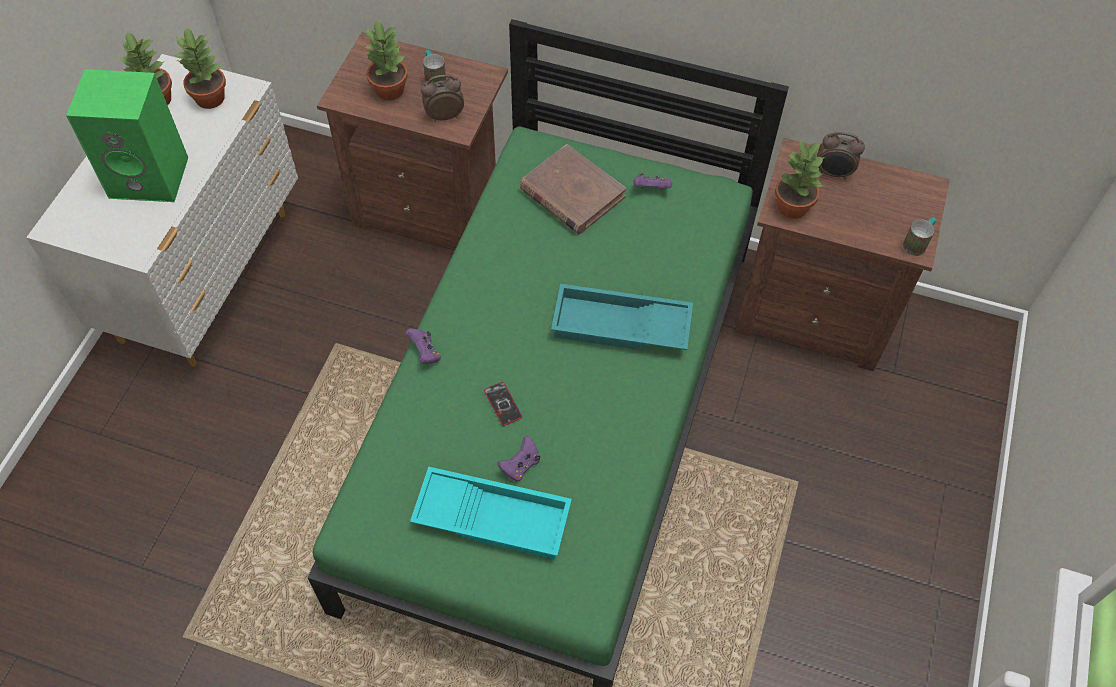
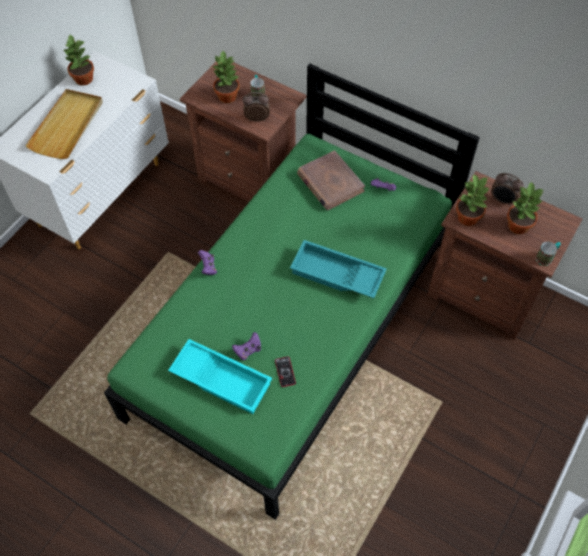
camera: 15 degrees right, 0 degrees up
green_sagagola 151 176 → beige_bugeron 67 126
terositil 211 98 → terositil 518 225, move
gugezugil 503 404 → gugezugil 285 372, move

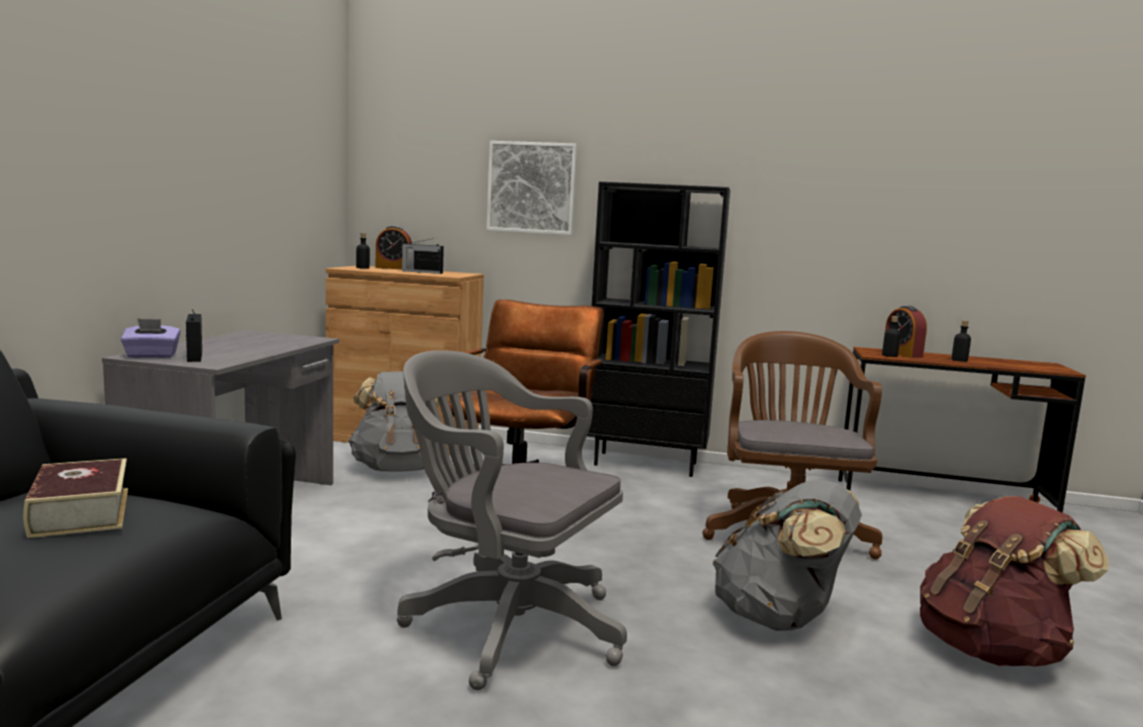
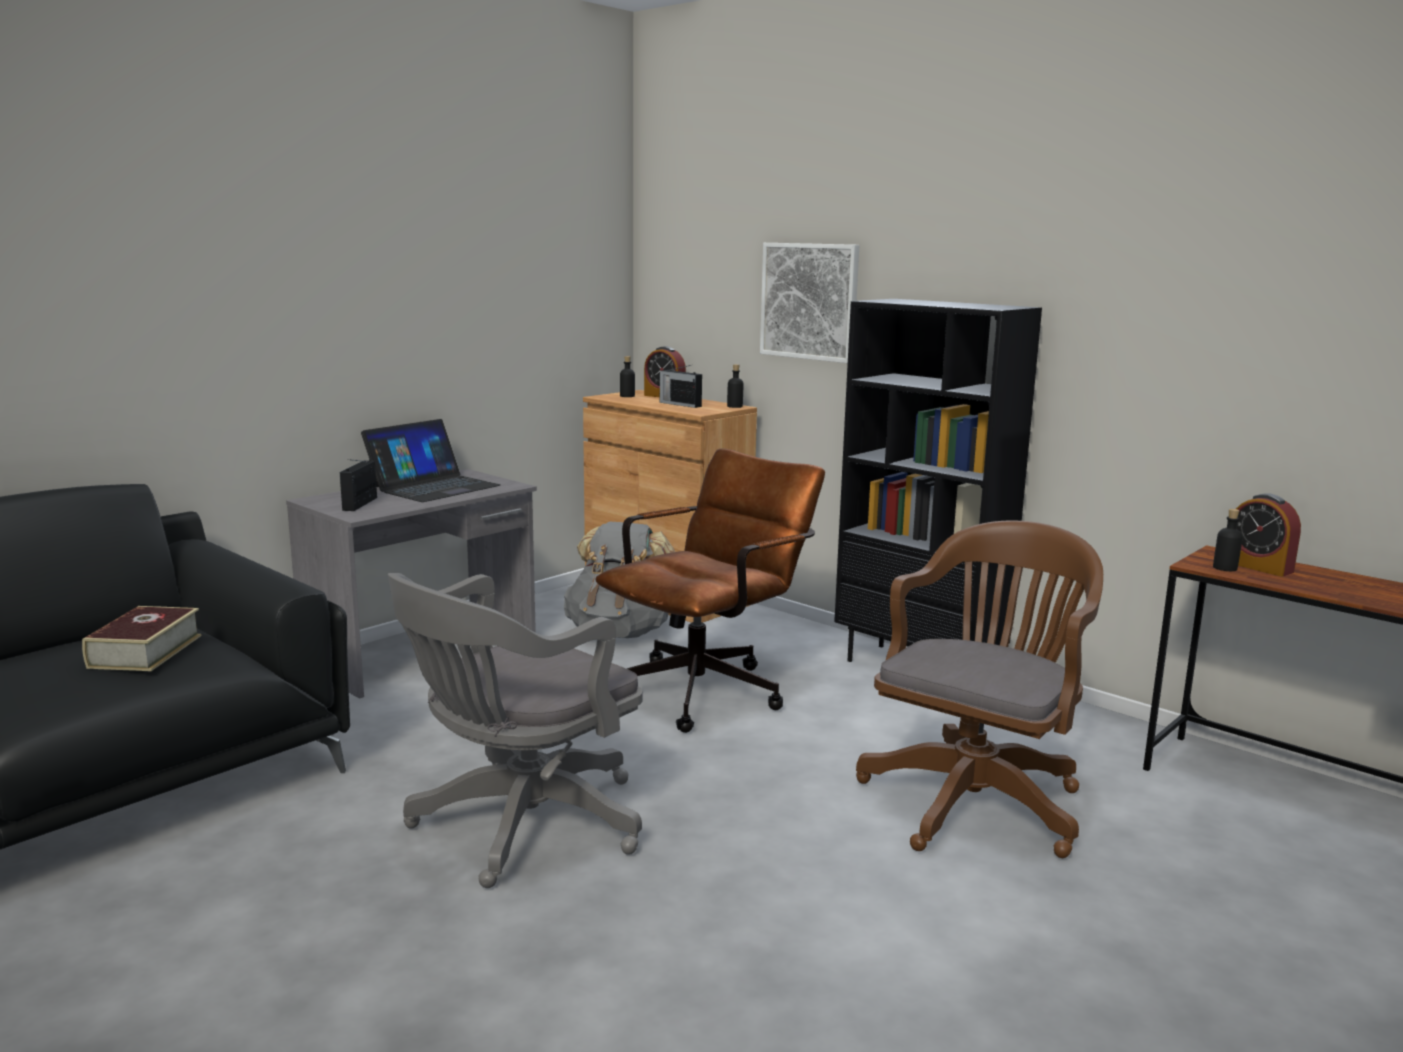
camera: 30 degrees right, 5 degrees up
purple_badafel 151 356 → -
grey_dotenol 505 624 → grey_dotenol 520 826, 105 degrees counterclockwise
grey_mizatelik 780 618 → -
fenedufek 902 354 → fenedufek 1258 567, 45 degrees counterclockwise
brown_mizatelik 991 650 → -
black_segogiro 959 360 → black_segogiro 735 406, move
- → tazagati 433 486

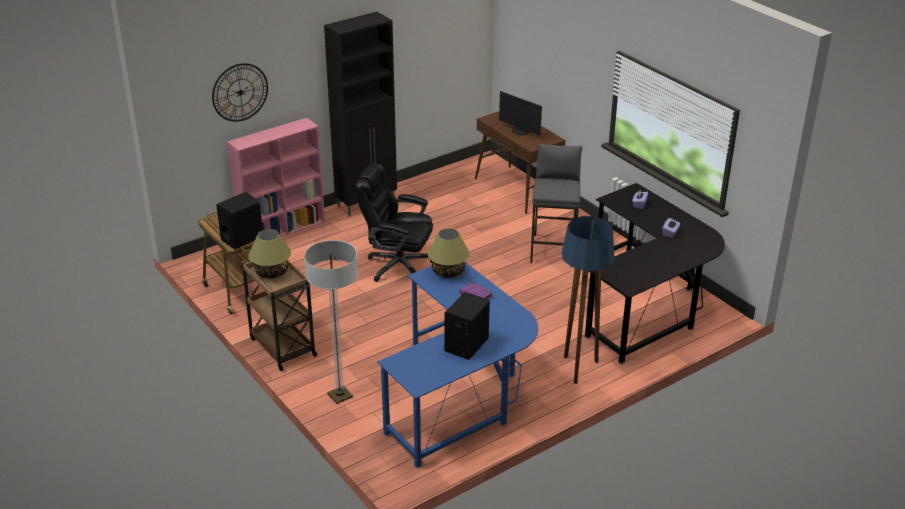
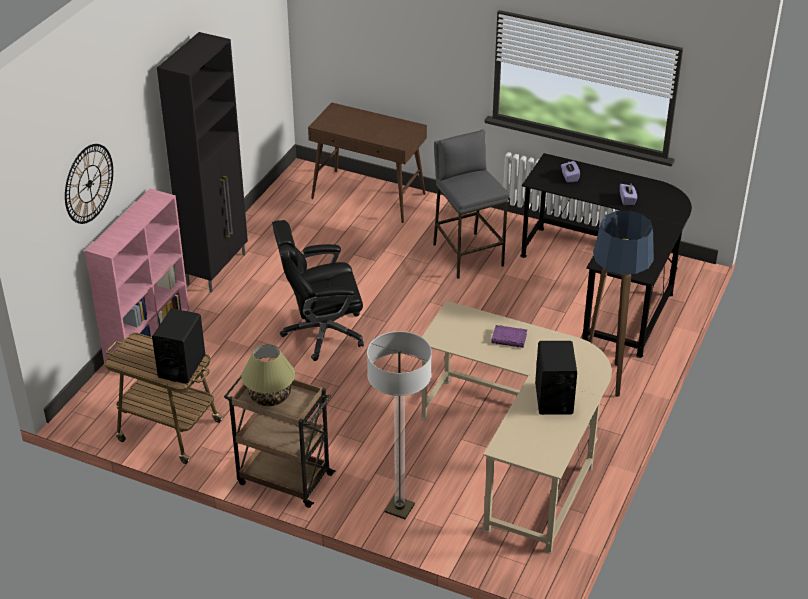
camera: 30 degrees left, 5 degrees up
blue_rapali 462 393 → beige_rapali 521 453
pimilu 448 272 → -
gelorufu 520 131 → -

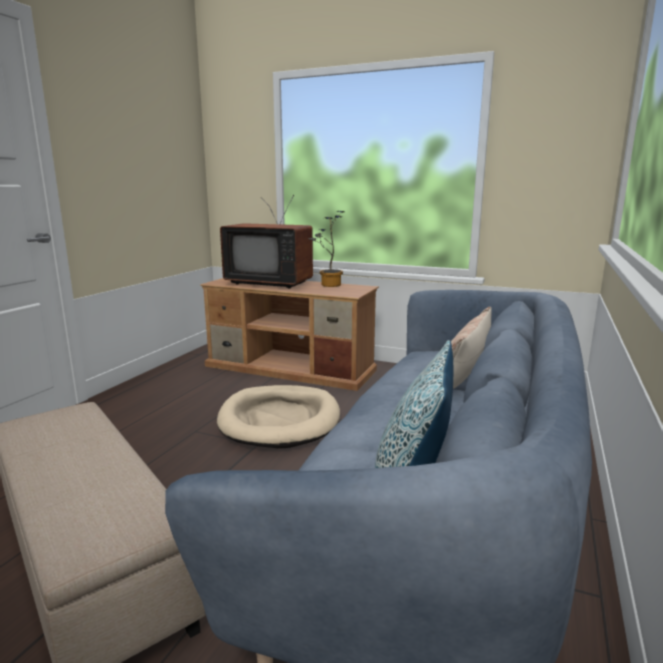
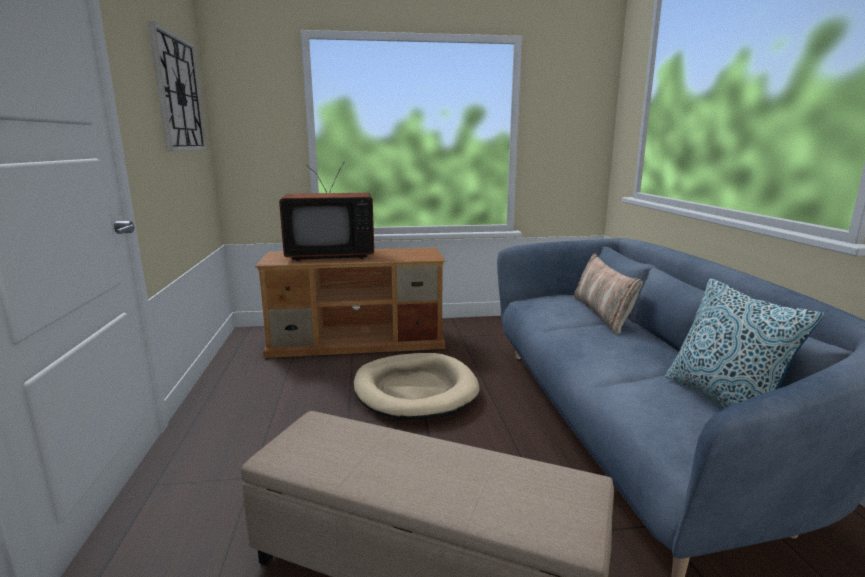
camera: 30 degrees left, 0 degrees up
terositil 328 285 → -
- → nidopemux 178 94

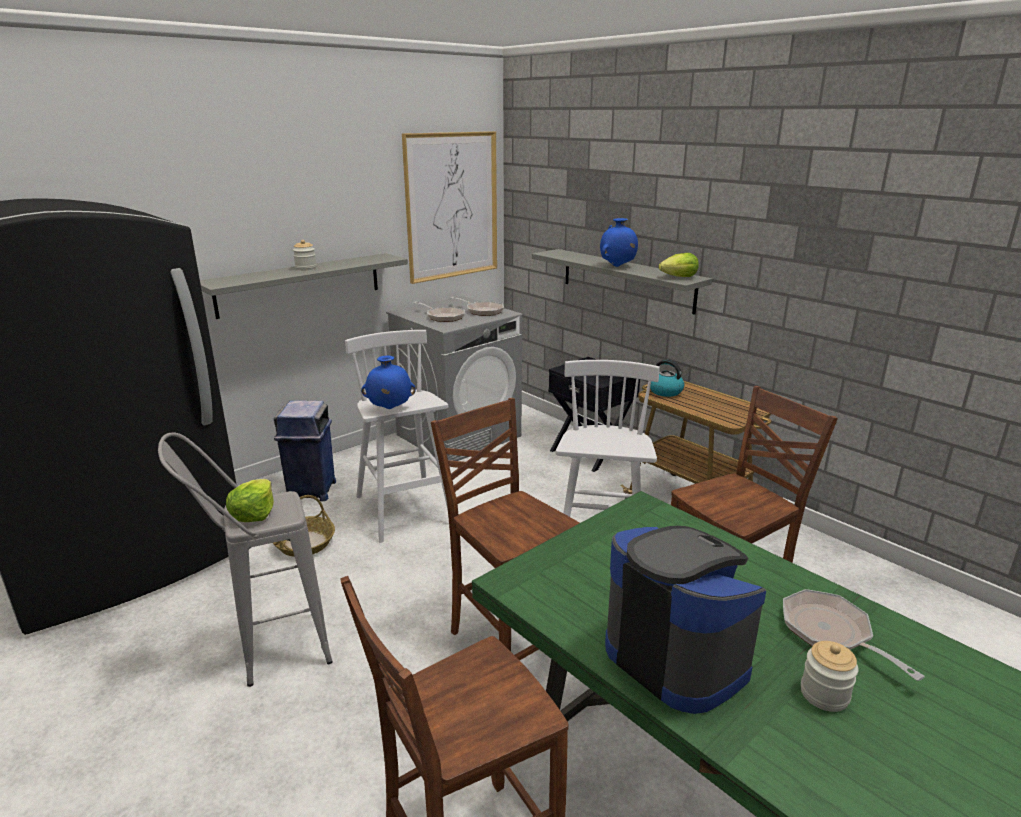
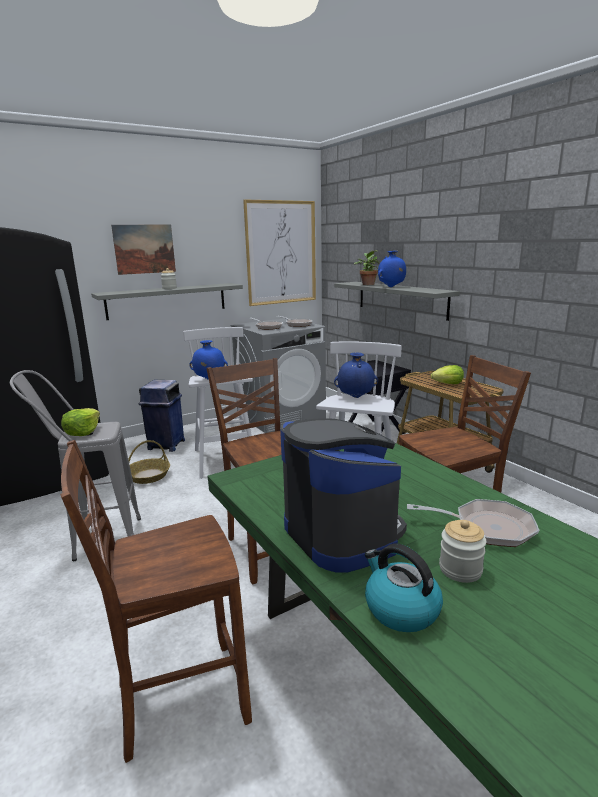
camera: 10 degrees right, 5 degrees down
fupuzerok 664 391 → fupuzerok 400 609, move
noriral 679 277 → noriral 448 384, move
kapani 831 633 → kapani 486 527, 120 degrees clockwise
- → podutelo 144 249
- → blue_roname 356 397
- → terositil 367 284

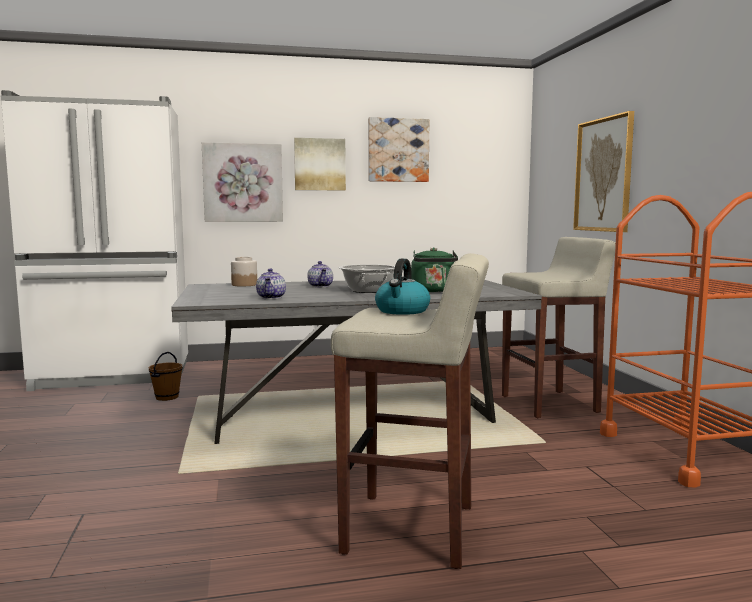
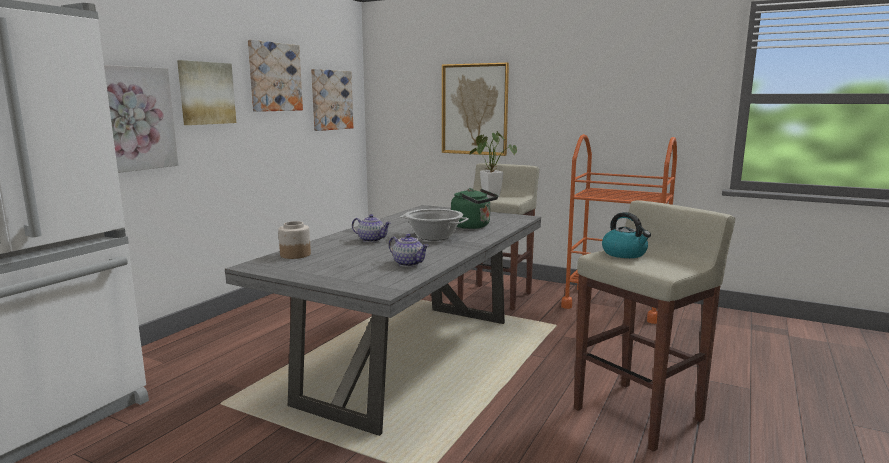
camera: 50 degrees left, 5 degrees up
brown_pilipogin 166 397 → -
- → podutelo 331 100
- → terositil 489 196

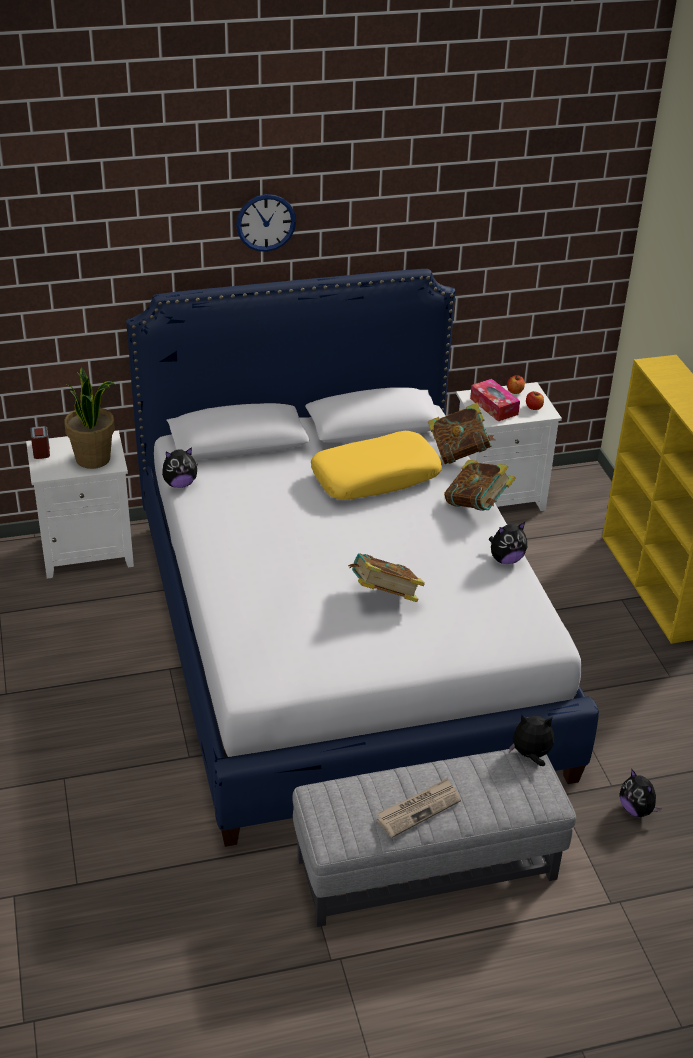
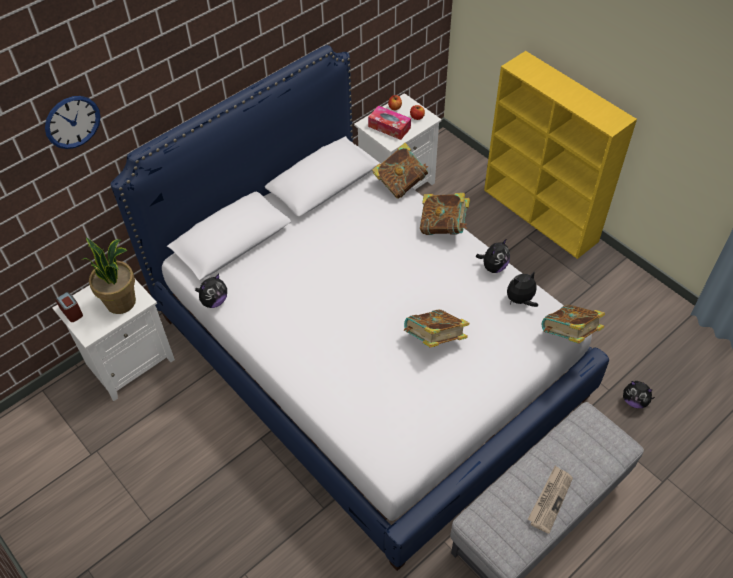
camera: 25 degrees left, 15 degrees up
nidopemux 266 222 → nidopemux 72 122, move
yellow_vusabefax 375 477 → -
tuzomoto 531 755 → tuzomoto 520 300, move
- → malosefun 569 335

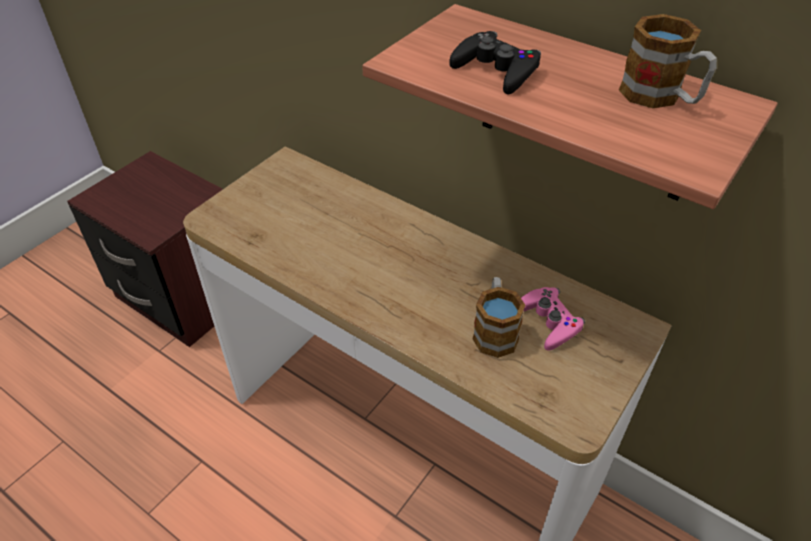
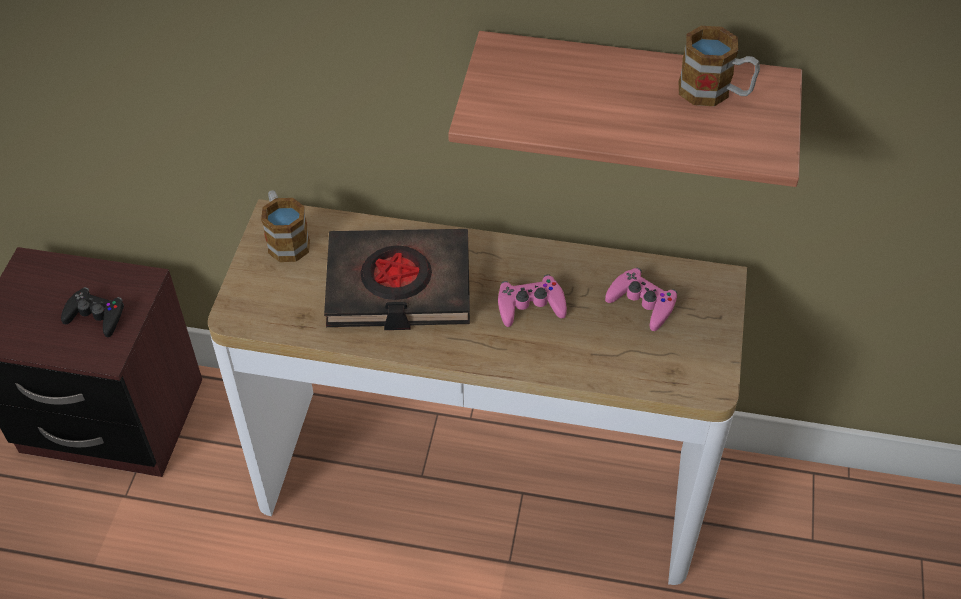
camera: 25 degrees left, 5 degrees up
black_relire 495 70 → black_relire 96 316, move
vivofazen 494 330 → vivofazen 285 240, move
- → black_malosefun 398 286
- → pink_relire 530 305

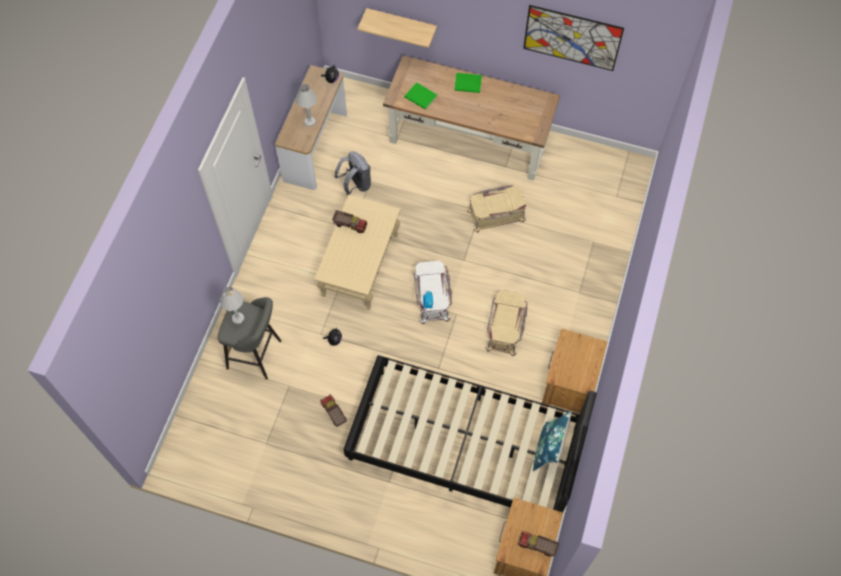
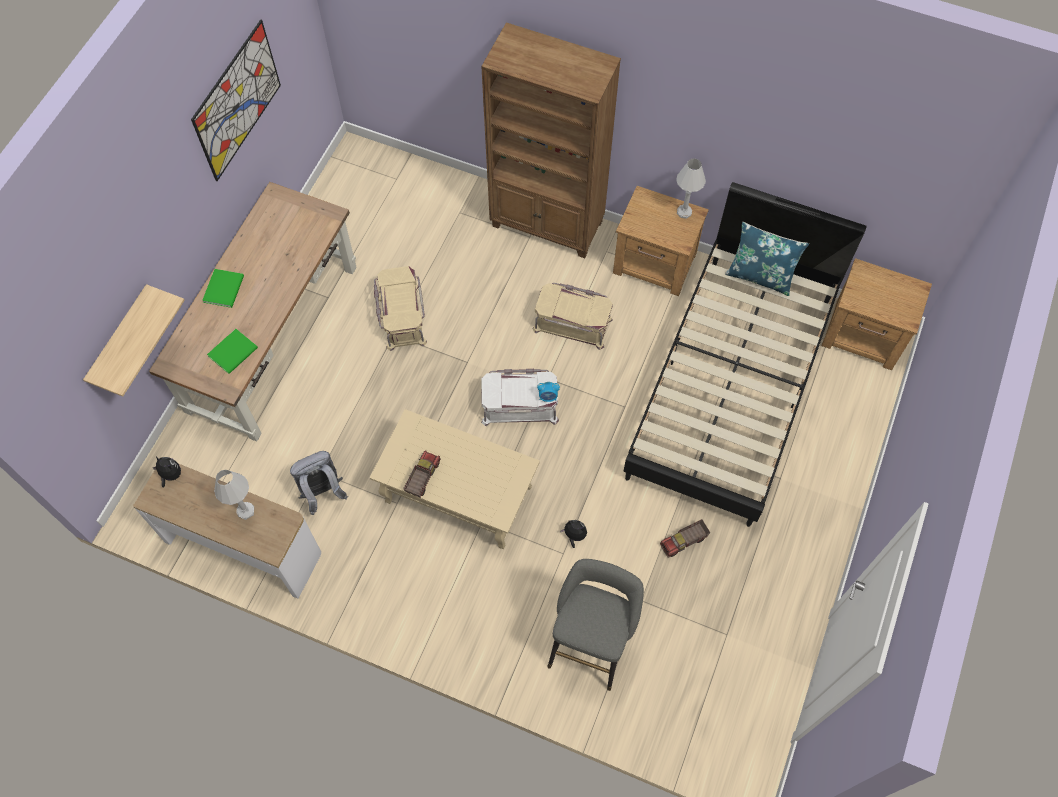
camera: 85 degrees left, 0 degrees up
white_pimilu 238 318 → white_pimilu 684 212, move
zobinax 537 546 → -
- → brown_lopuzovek 547 224

